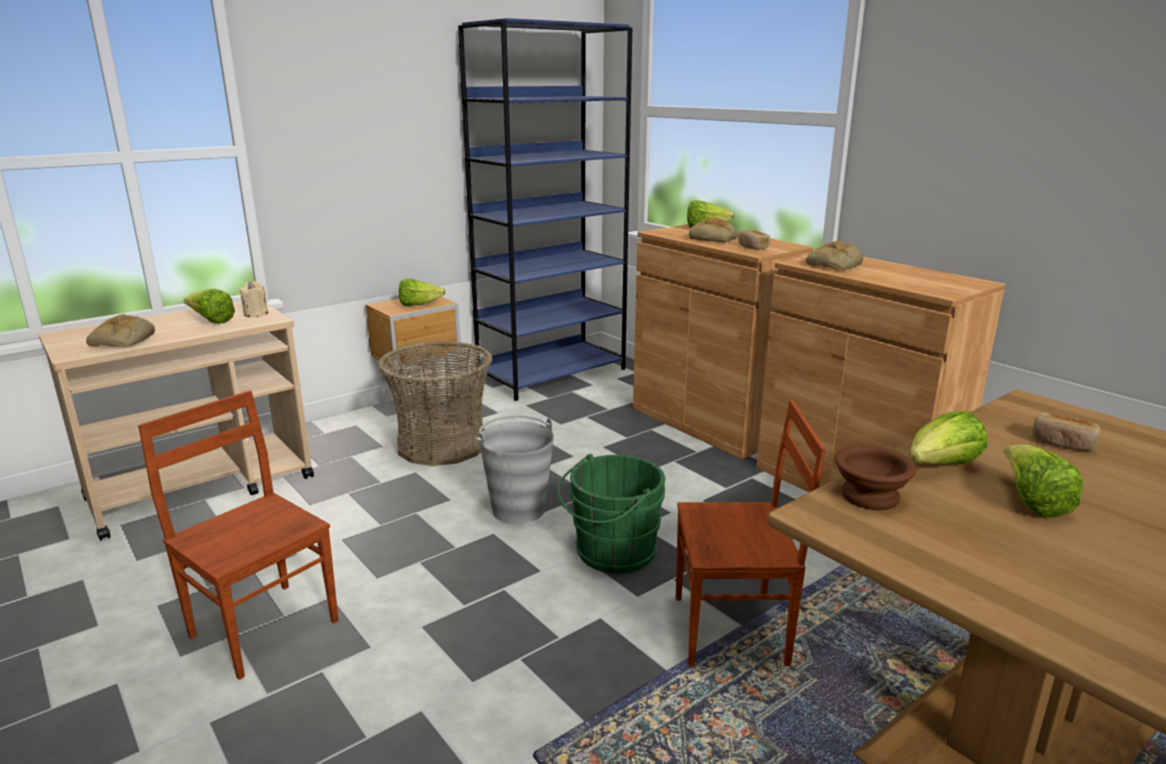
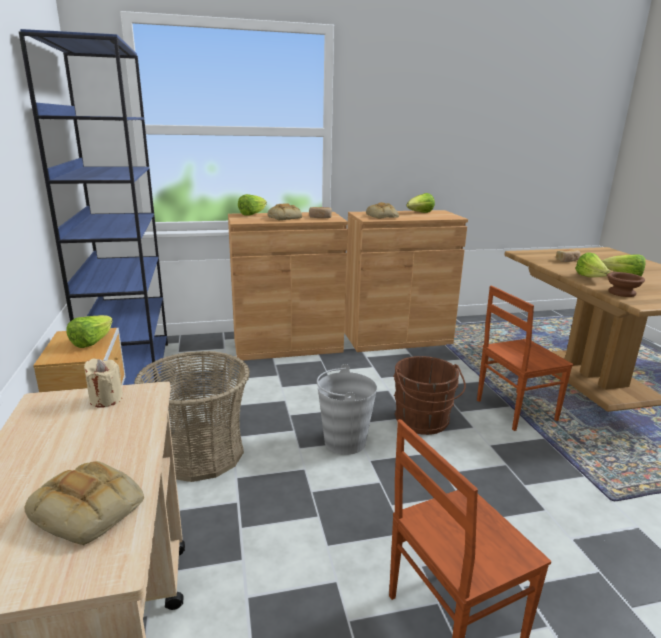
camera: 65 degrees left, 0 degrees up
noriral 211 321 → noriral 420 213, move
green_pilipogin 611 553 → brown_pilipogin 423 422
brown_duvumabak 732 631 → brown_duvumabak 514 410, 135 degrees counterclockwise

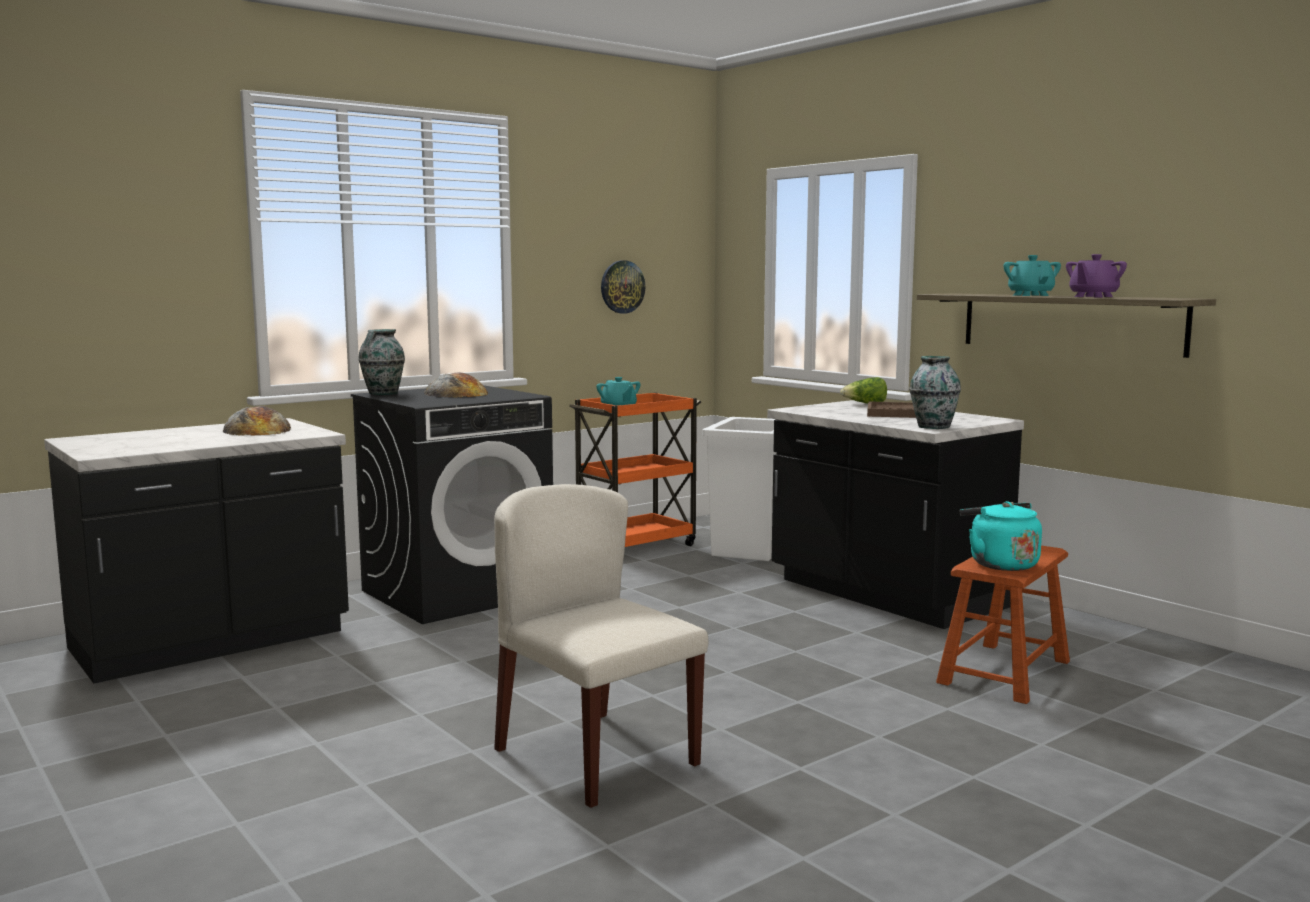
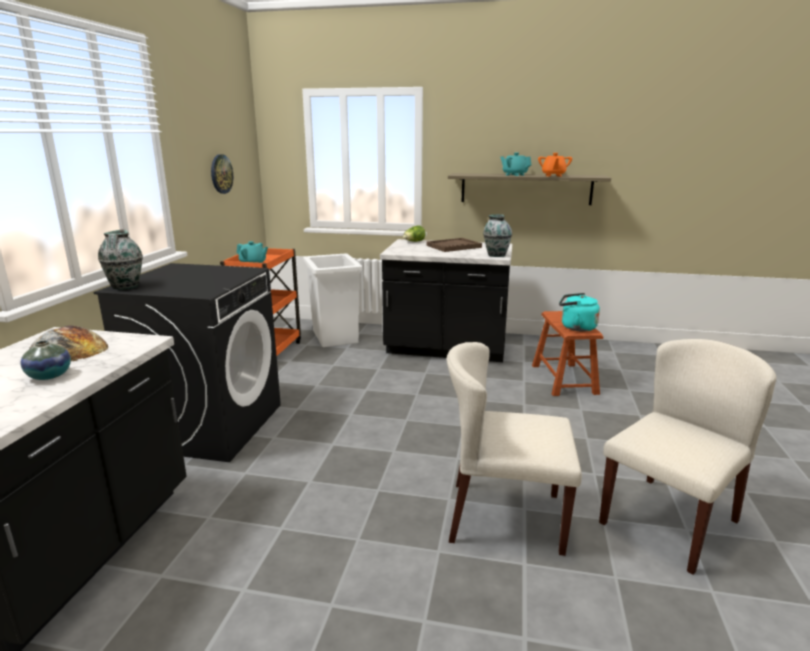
camera: 40 degrees left, 10 degrees up
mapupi 455 393 → -
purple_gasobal 1093 296 → orange_gasobal 553 175
- → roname 49 376
- → beige_duvumabak 668 521

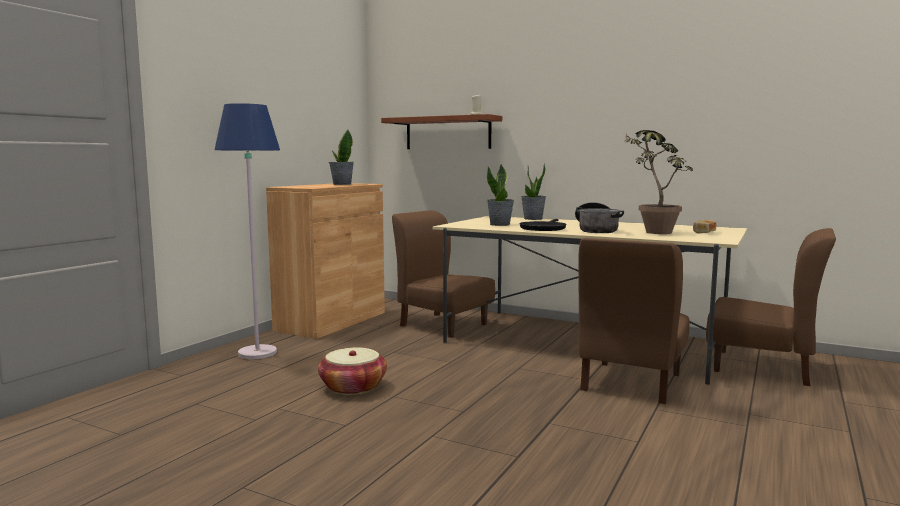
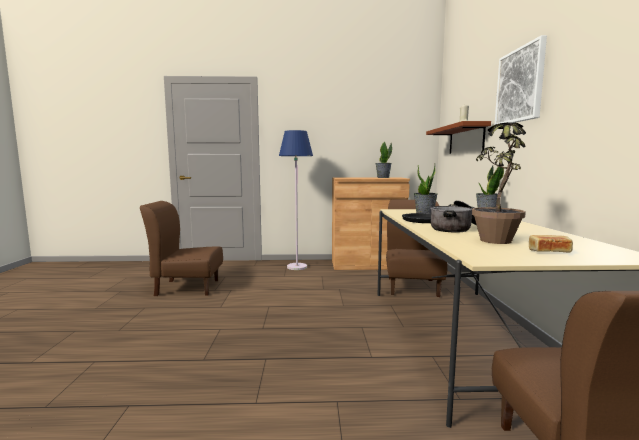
camera: 60 degrees right, 0 degrees up
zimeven 353 387 → -
brown_duvumabak 630 382 → brown_duvumabak 187 287, move
- → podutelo 520 85

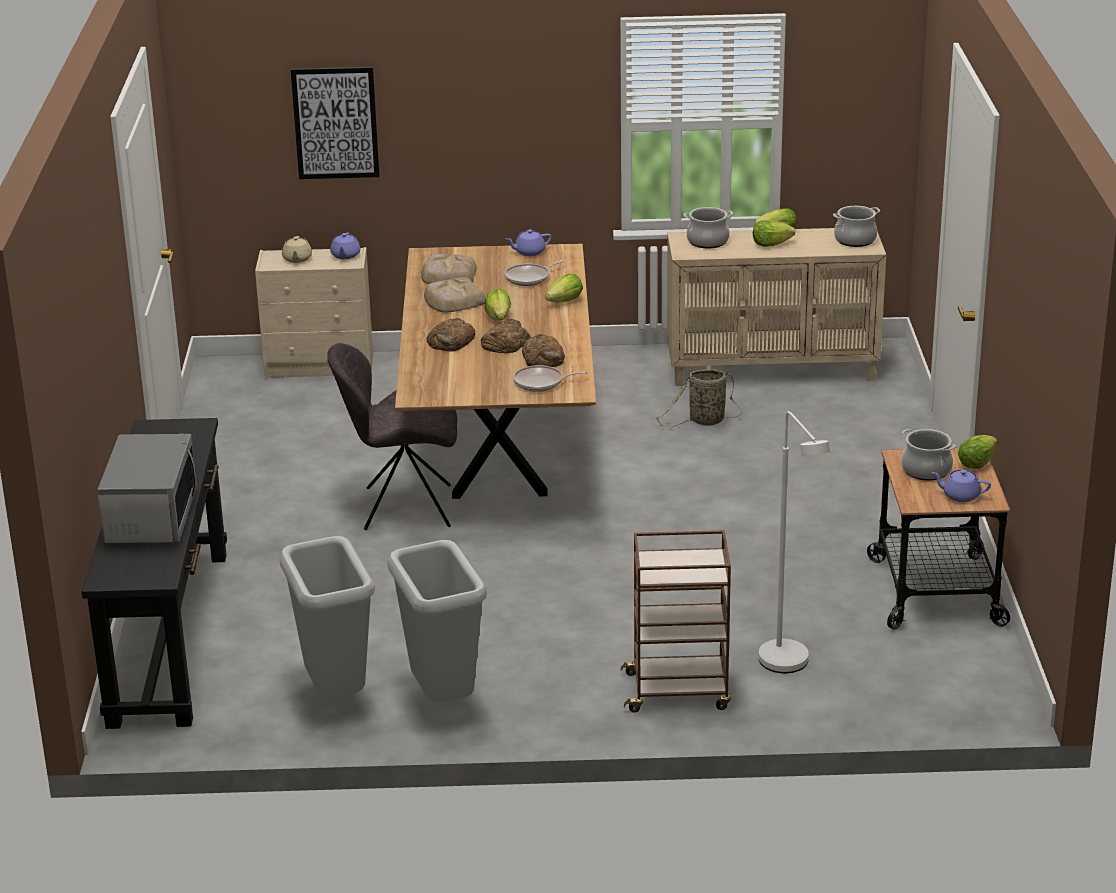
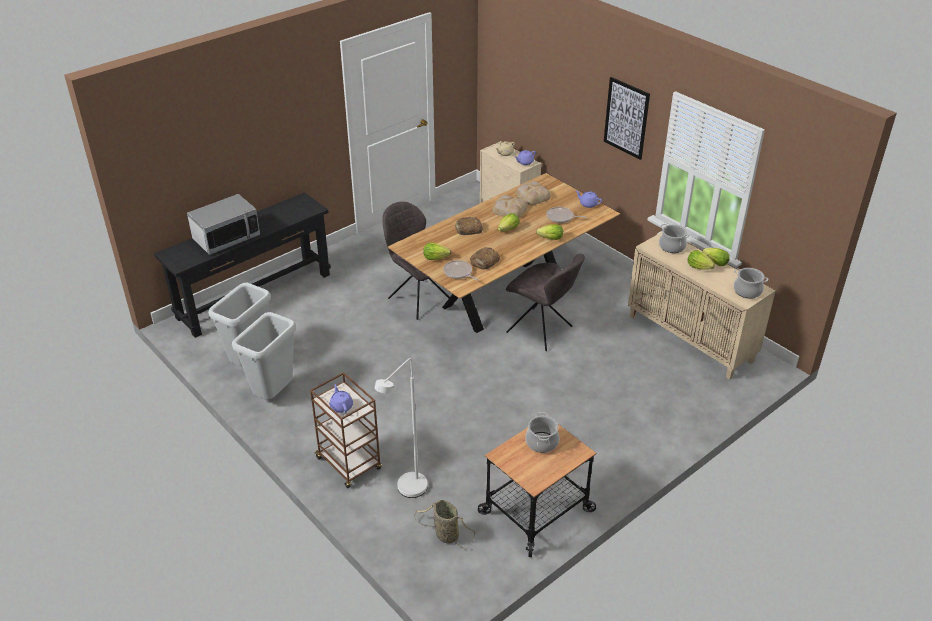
camera: 50 degrees right, 10 degrees up
podutelo 335 123 → podutelo 626 118, move
mapupi 505 343 → -
zimeven 704 421 → zimeven 445 534, move
purple_gasobal 960 496 → purple_gasobal 341 406, move
noriral 976 463 → noriral 435 258, move
- → grey_duvumabak 541 331

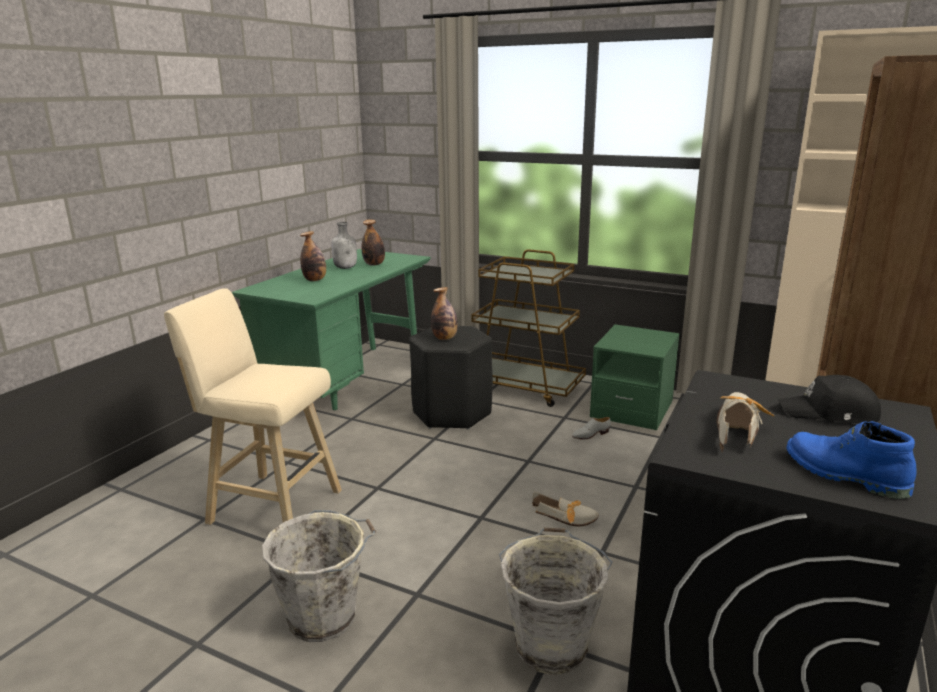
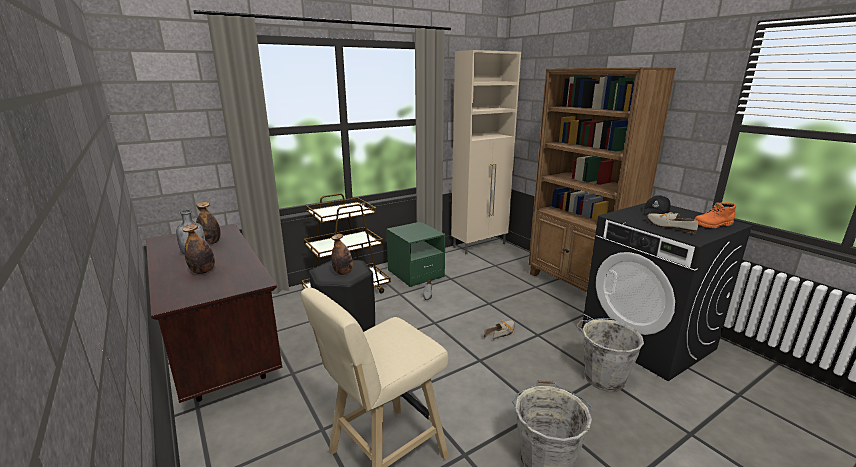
camera: 60 degrees left, 0 degrees up
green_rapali 348 380 → brown_rapali 221 356
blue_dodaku 843 475 → orange_dodaku 712 225

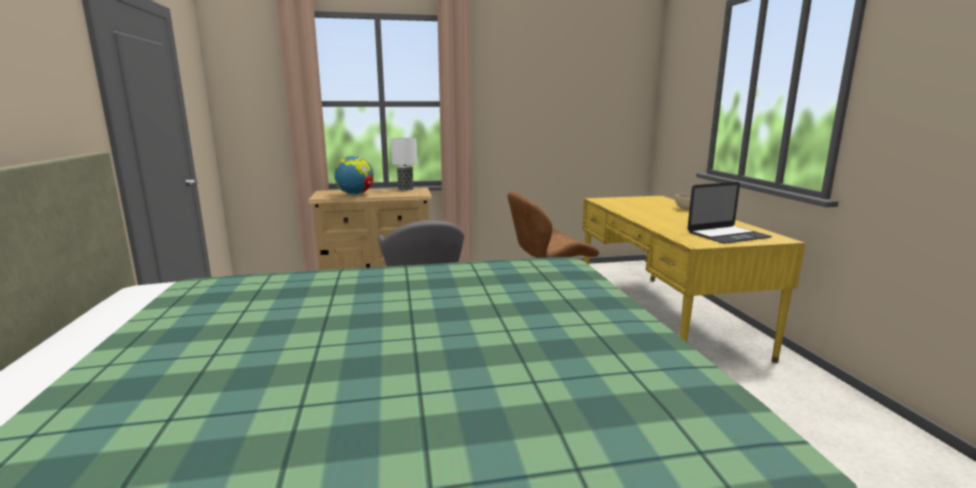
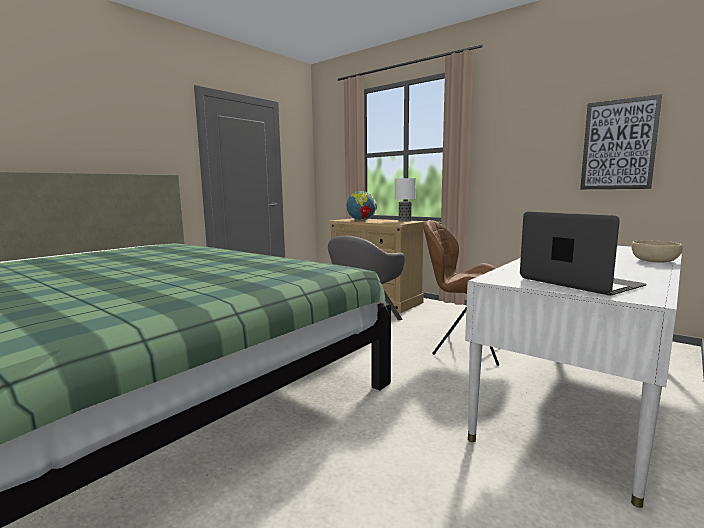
camera: 50 degrees right, 5 degrees down
yellow_rapali 663 316 → white_rapali 581 396
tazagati 728 235 → tazagati 579 282, 150 degrees counterclockwise
- → podutelo 618 145

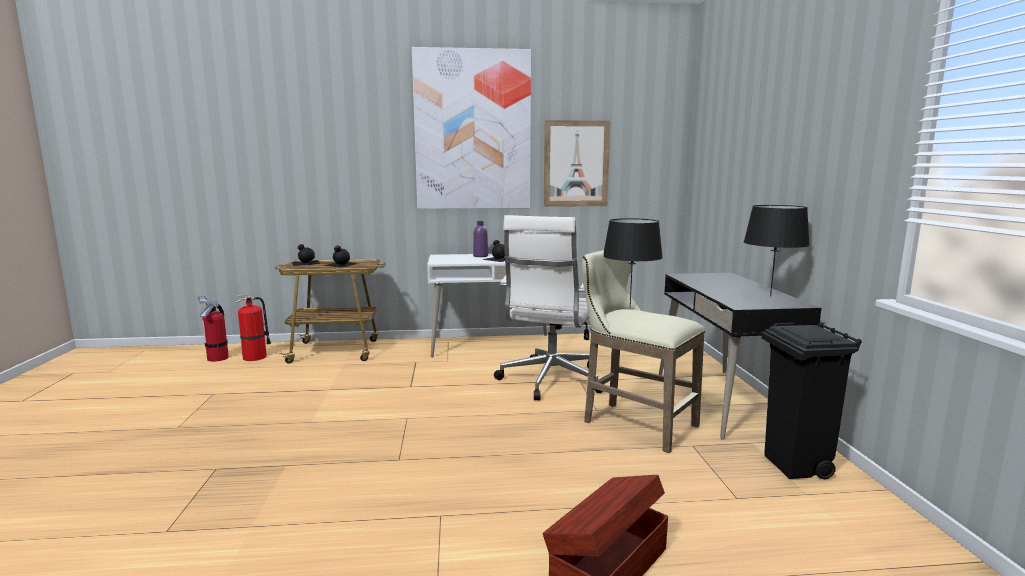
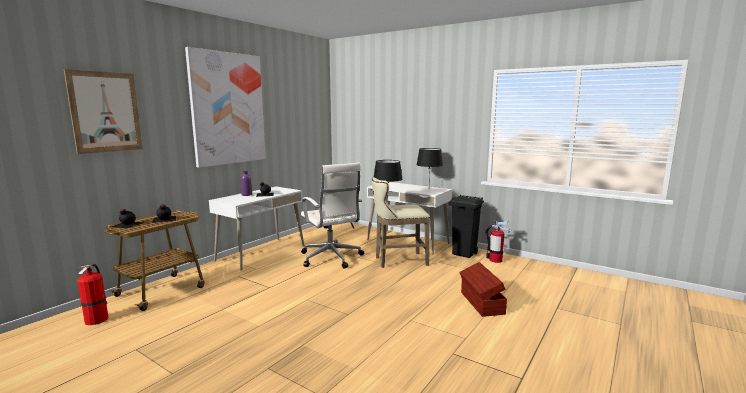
camera: 50 degrees left, 0 degrees up
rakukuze 218 358 → rakukuze 495 260, move
podutelo 576 164 → podutelo 105 112, move
black_rapali 724 401 → white_rapali 408 242

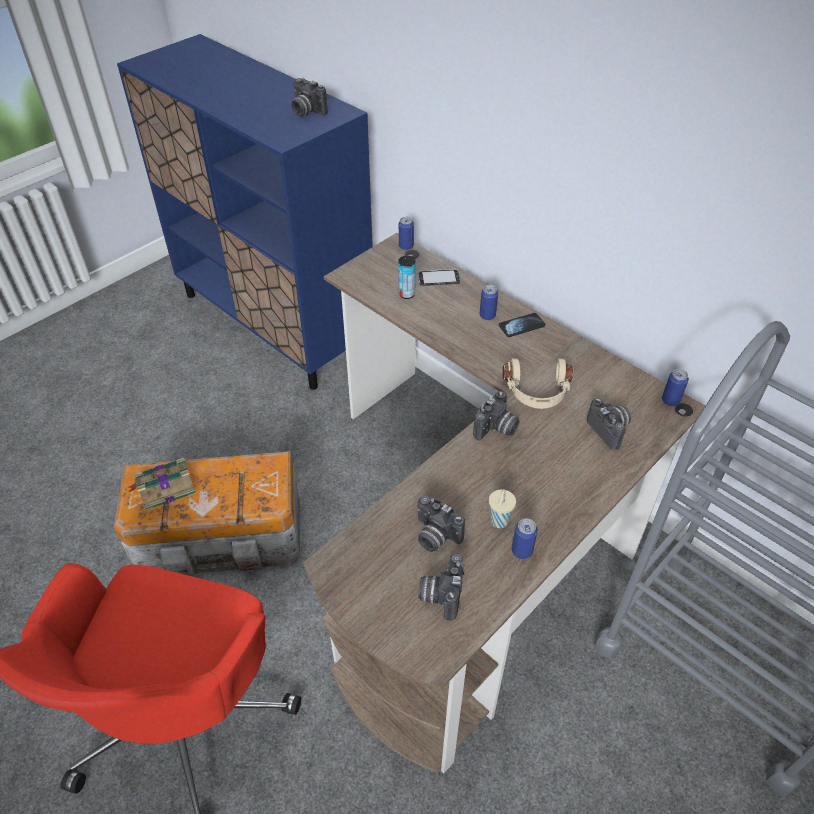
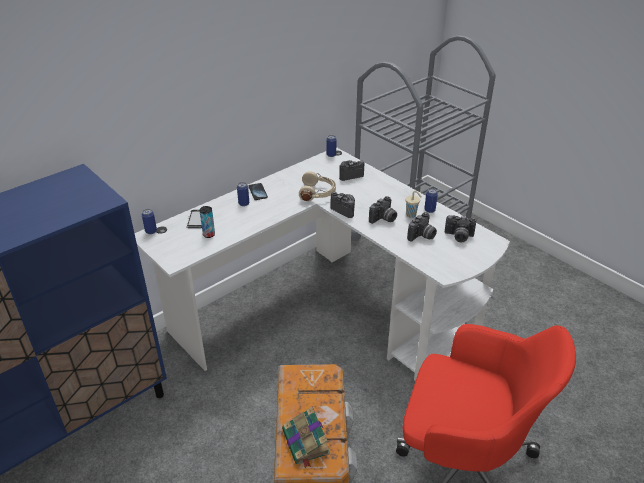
camera: 85 degrees left, 10 degrees down
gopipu 306 111 → gopipu 383 219, move
brown_rapali 475 537 → white_rapali 328 312

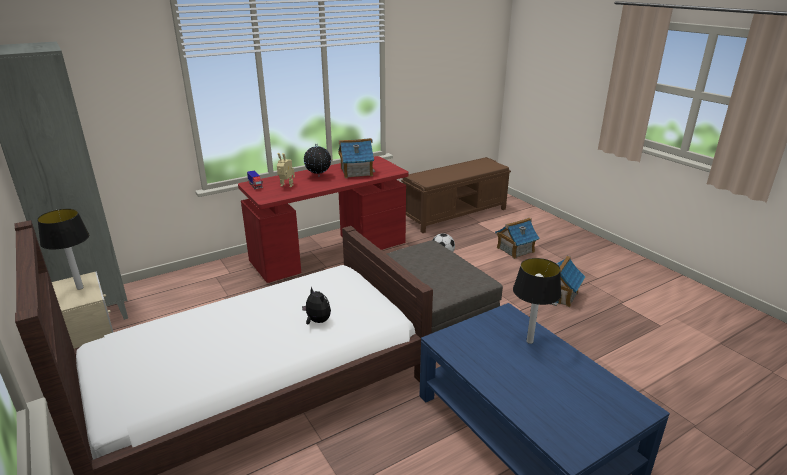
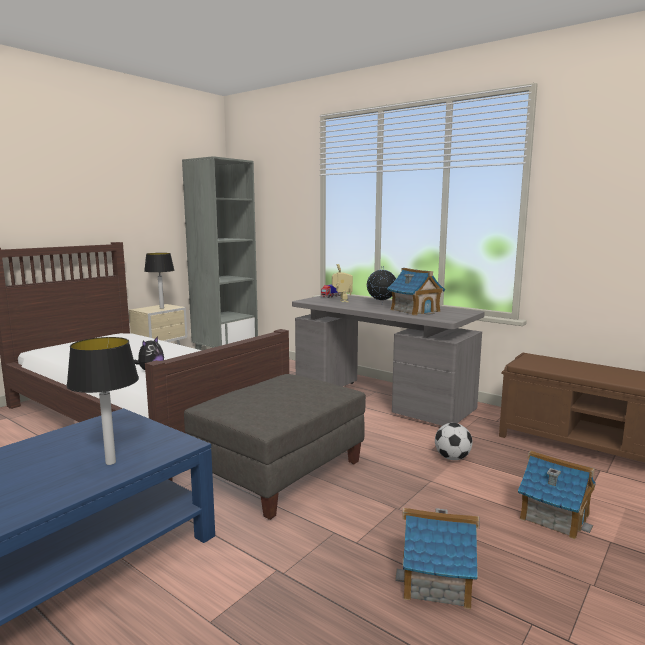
camera: 70 degrees right, 15 degrees down
red_rapali 329 253 → grey_rapali 381 400

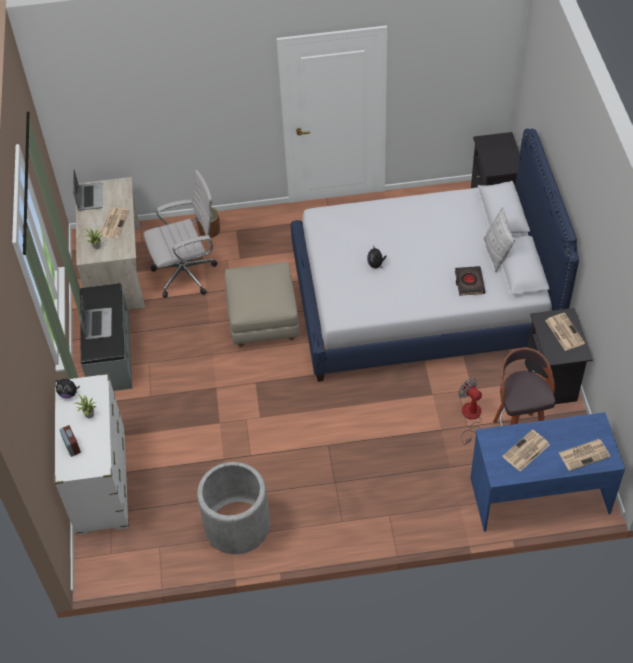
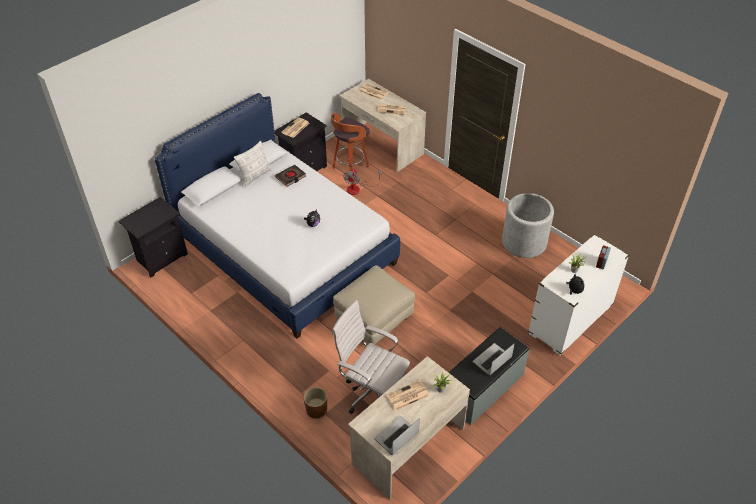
camera: 130 degrees left, 5 degrees down
blue_rapali 539 494 → beige_rapali 382 145

